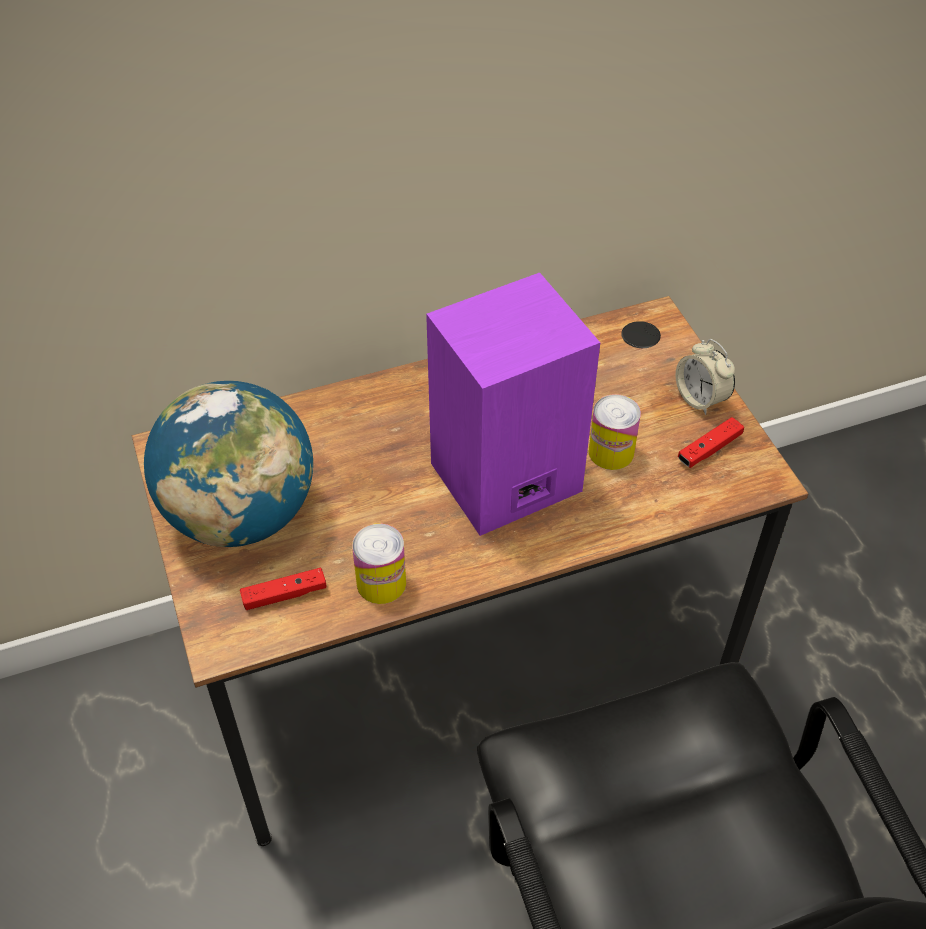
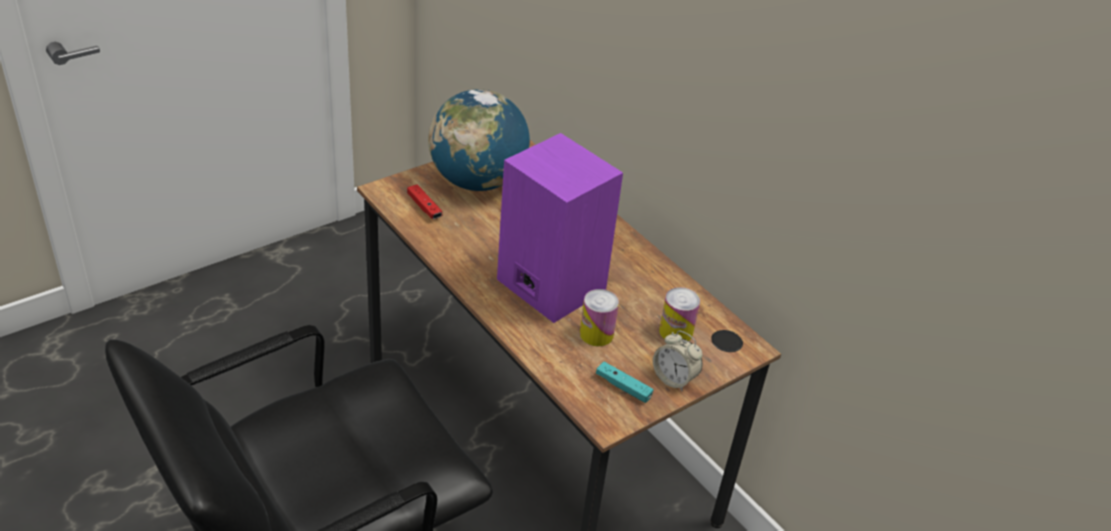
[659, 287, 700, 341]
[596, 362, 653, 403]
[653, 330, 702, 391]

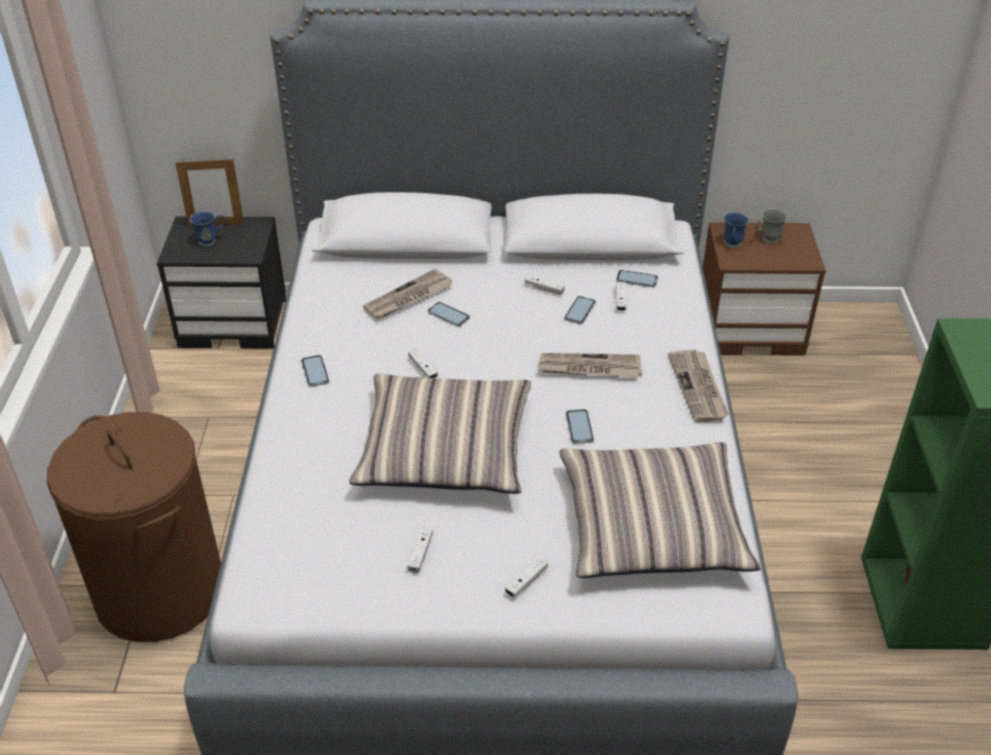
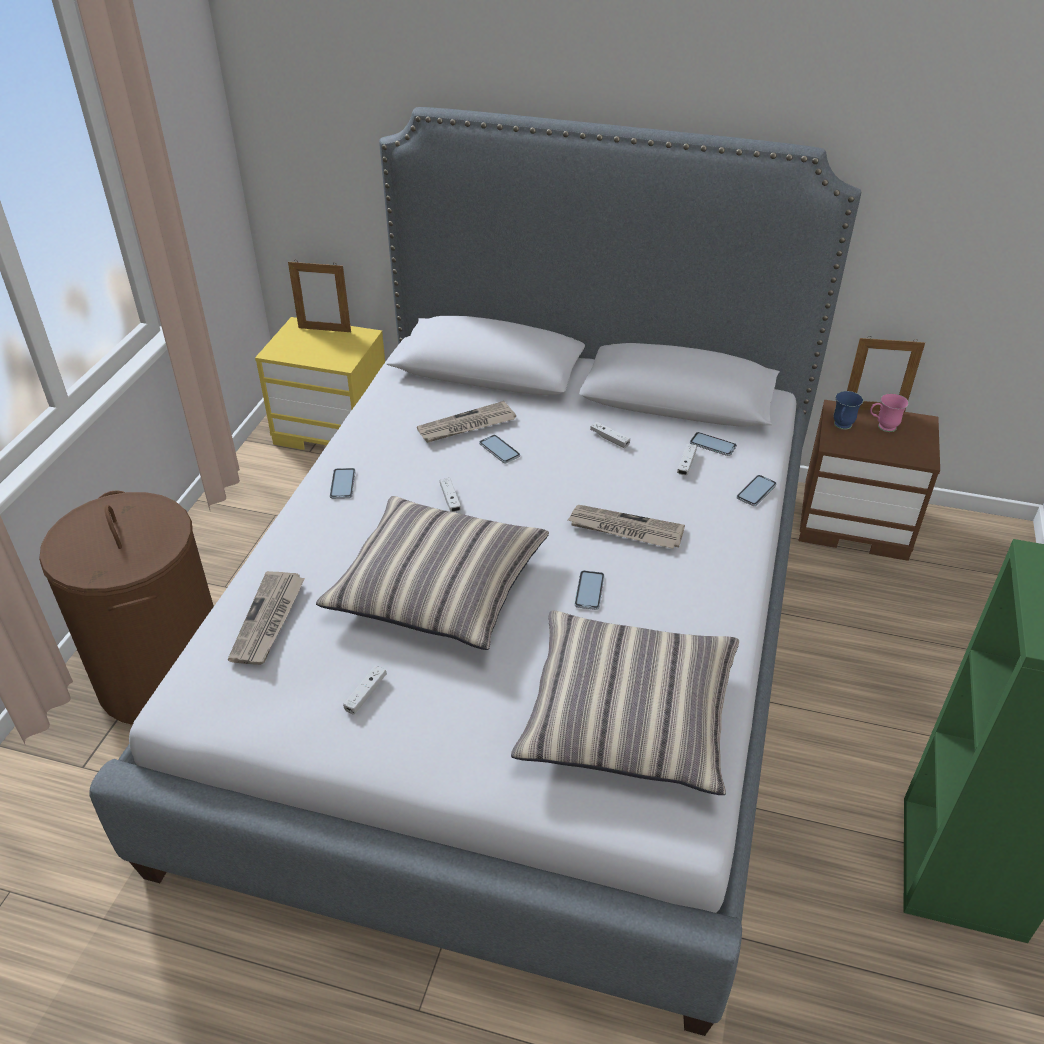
[190, 211, 226, 246] (first image)
[505, 557, 548, 598] (first image)
[847, 336, 925, 413]
[736, 475, 777, 506]
[228, 571, 305, 665]
[255, 317, 385, 450]
[870, 393, 909, 432]

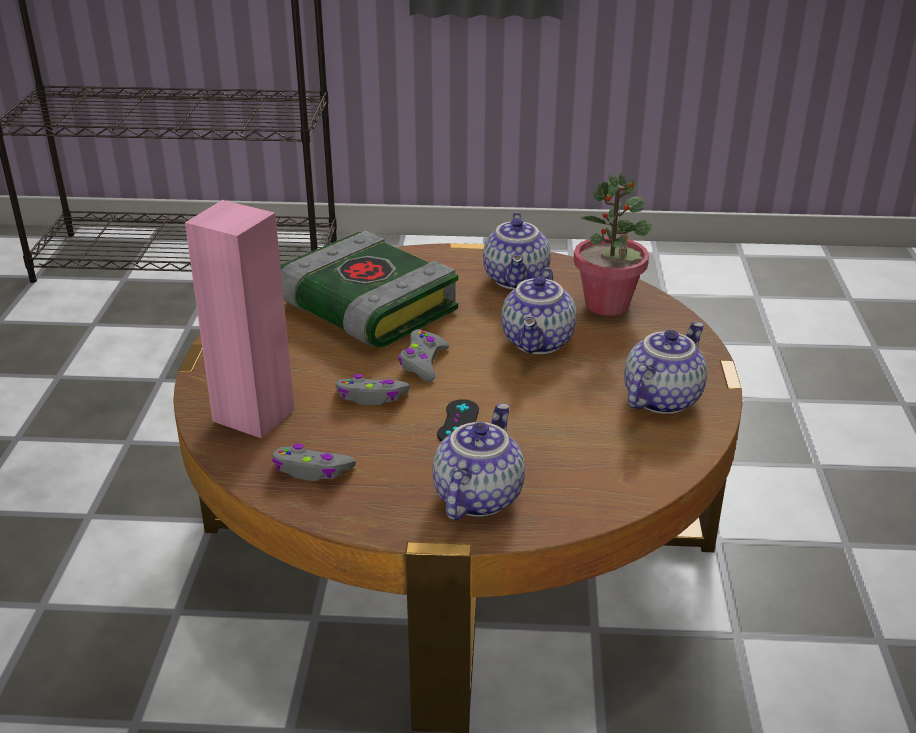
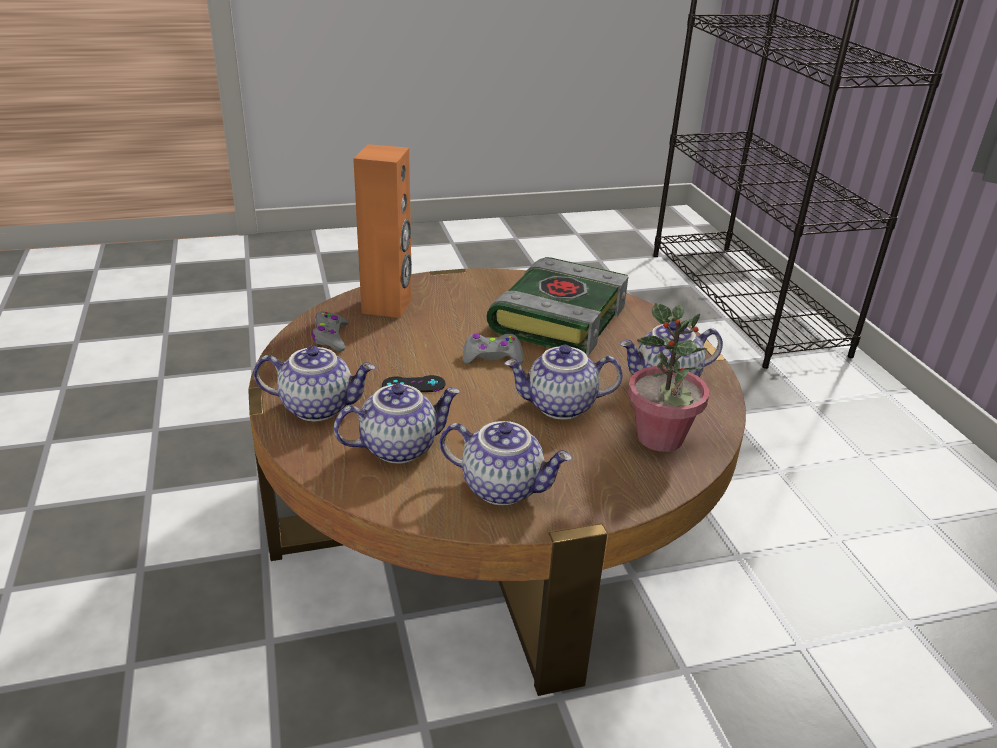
[336, 374, 410, 405] (first image)
[334, 384, 460, 464]
[353, 144, 412, 318]

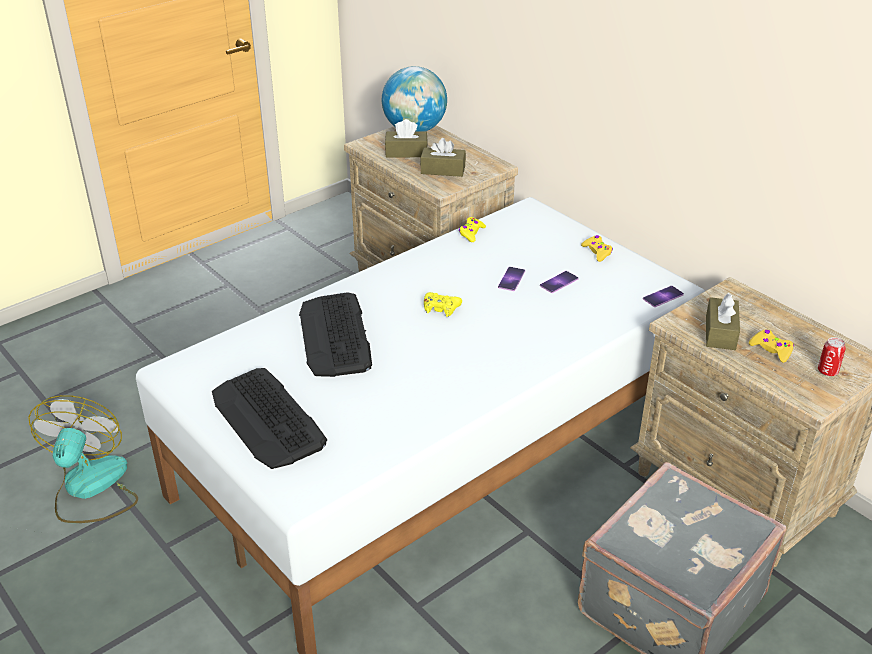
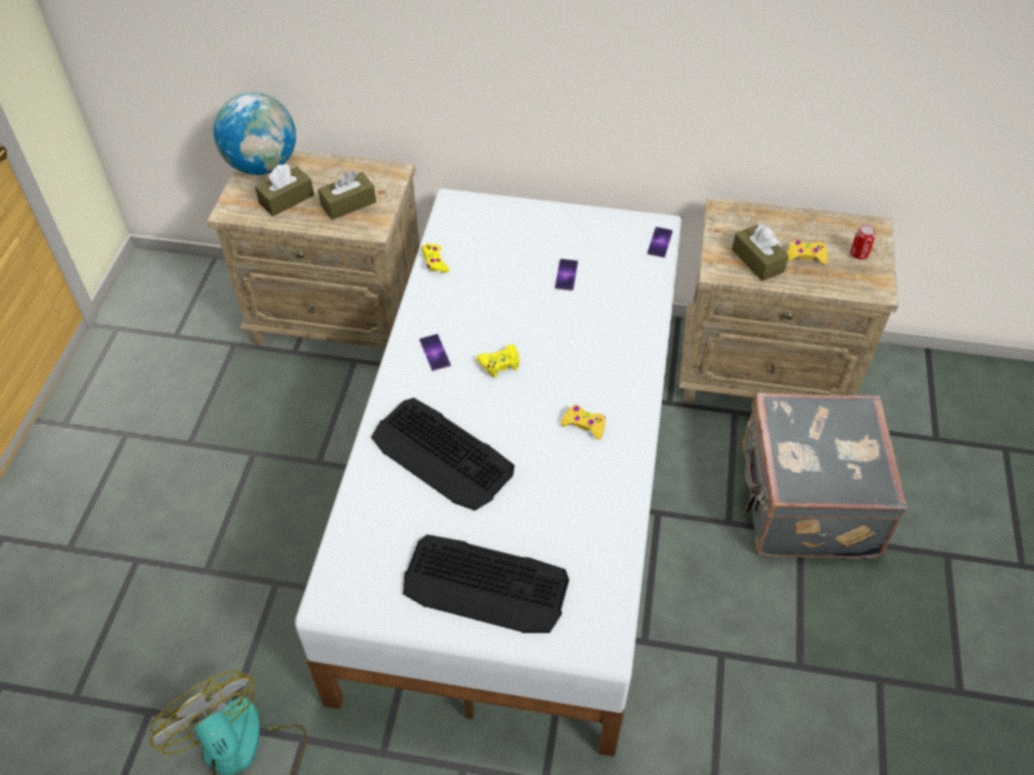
[419, 334, 451, 371]
[561, 405, 605, 440]

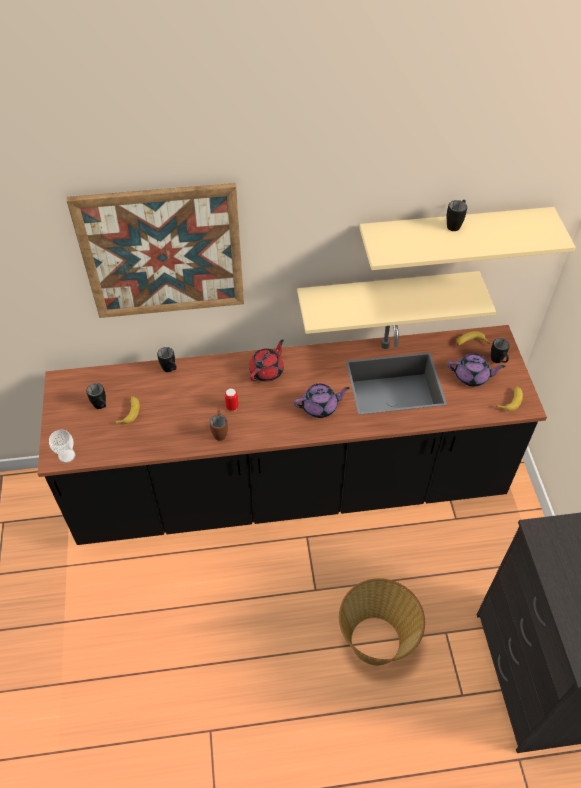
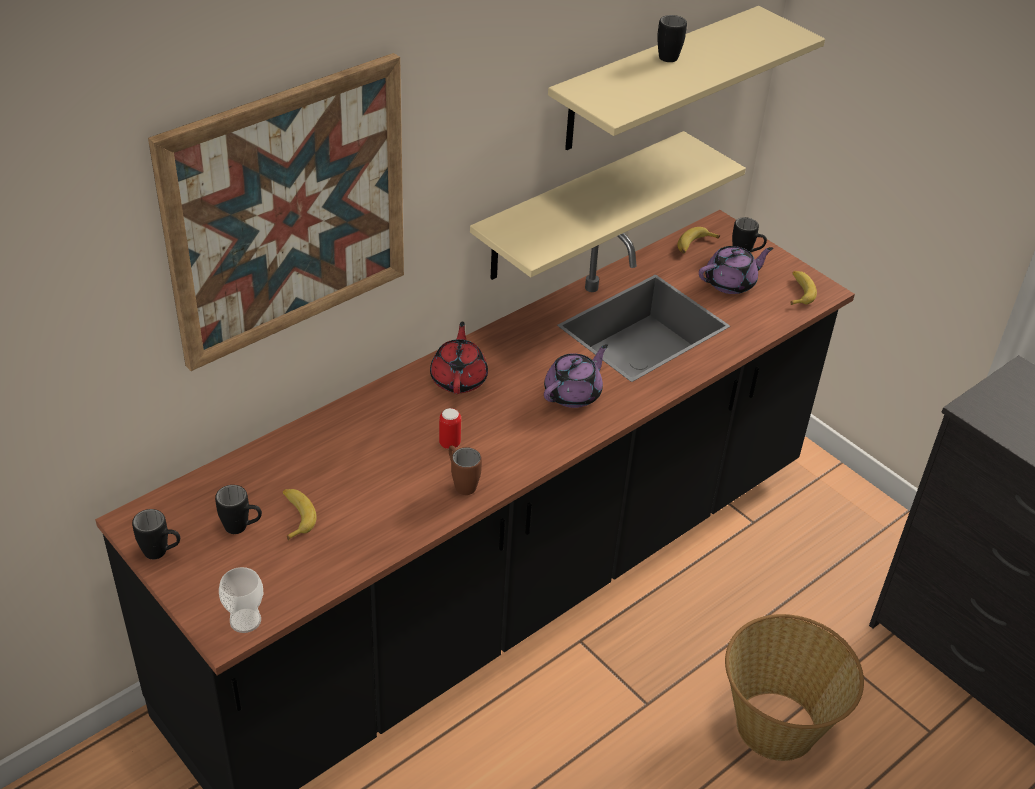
[132, 509, 180, 559]

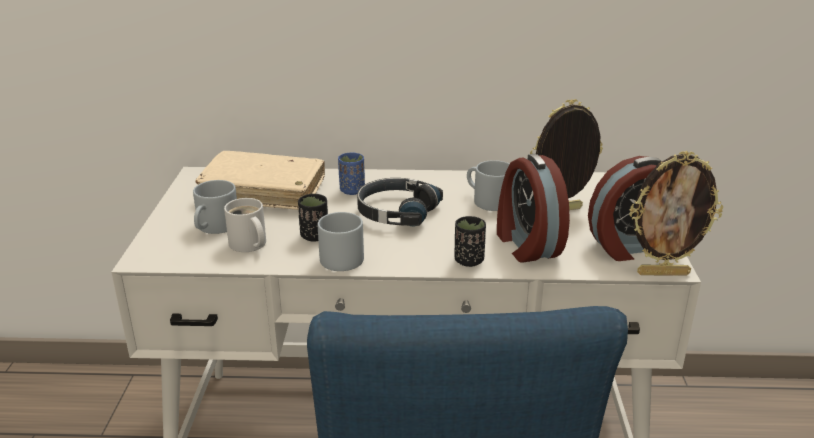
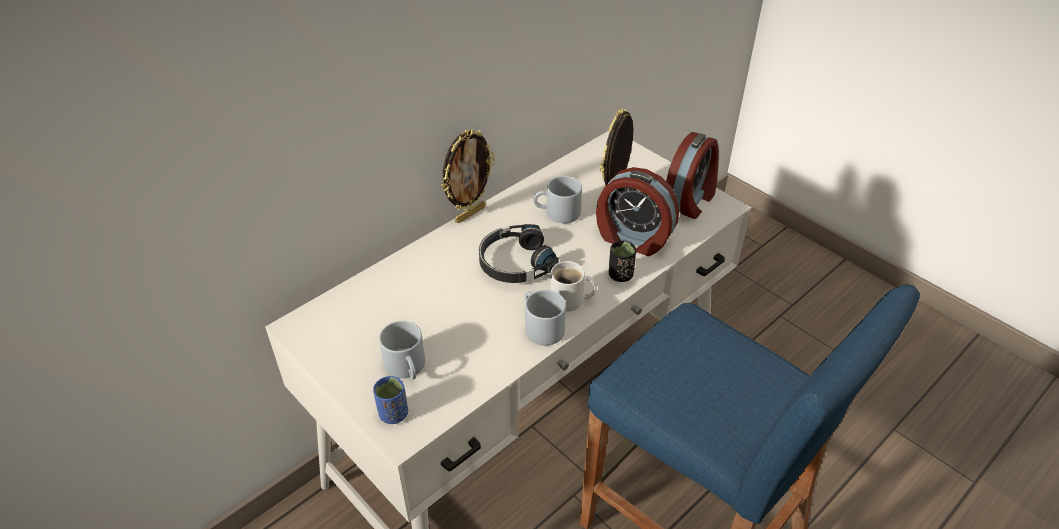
[195, 151, 325, 210] (first image)
[298, 193, 328, 242] (first image)
[550, 261, 597, 311]
[373, 376, 408, 424]
[441, 129, 495, 223]

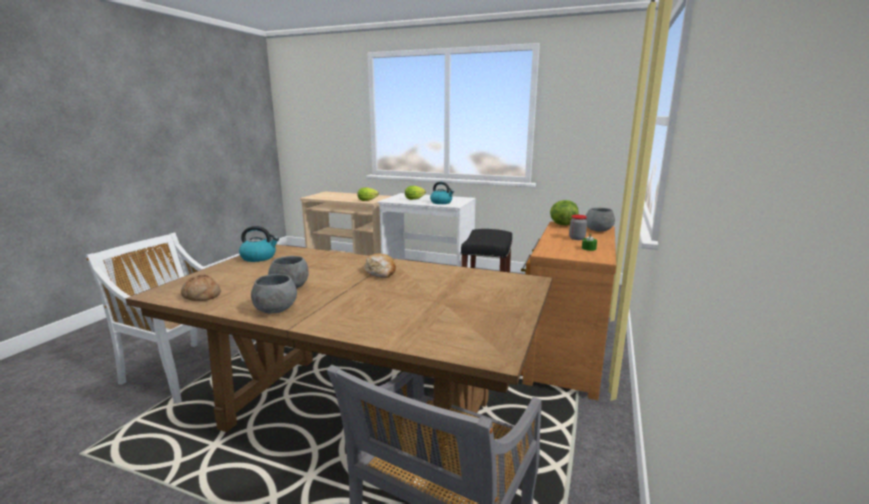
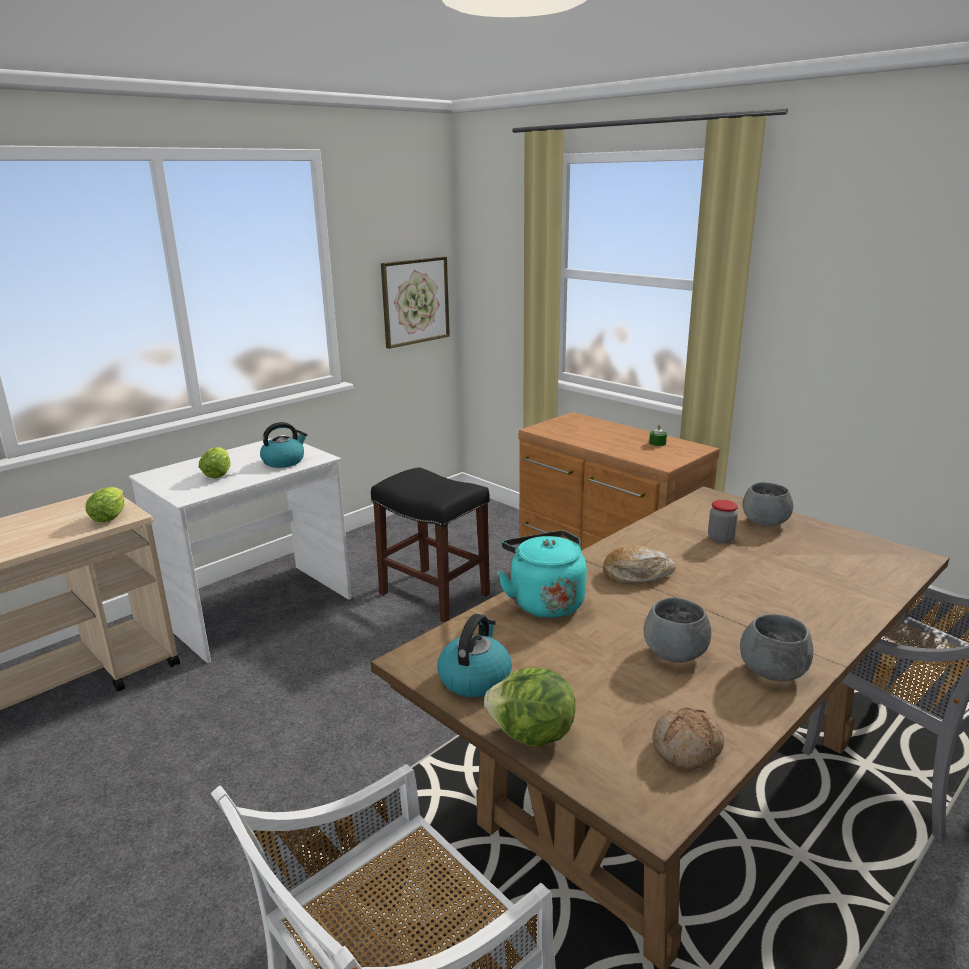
[381, 256, 450, 349]
[498, 531, 587, 618]
[484, 667, 576, 747]
[708, 500, 738, 543]
[742, 482, 793, 527]

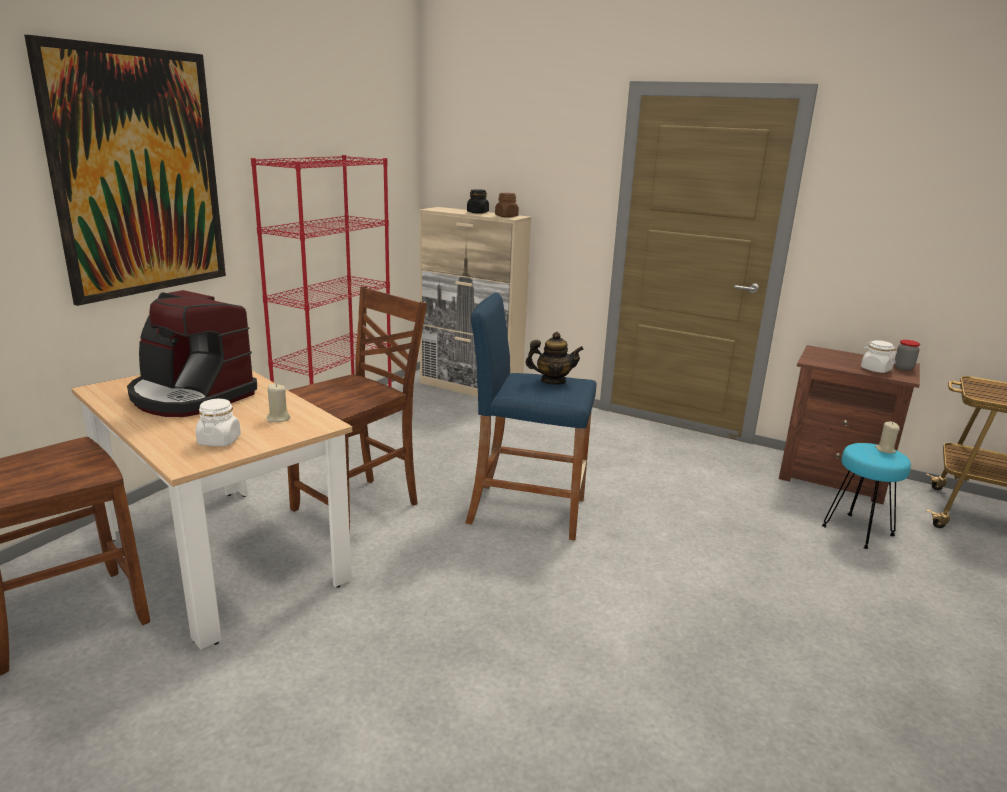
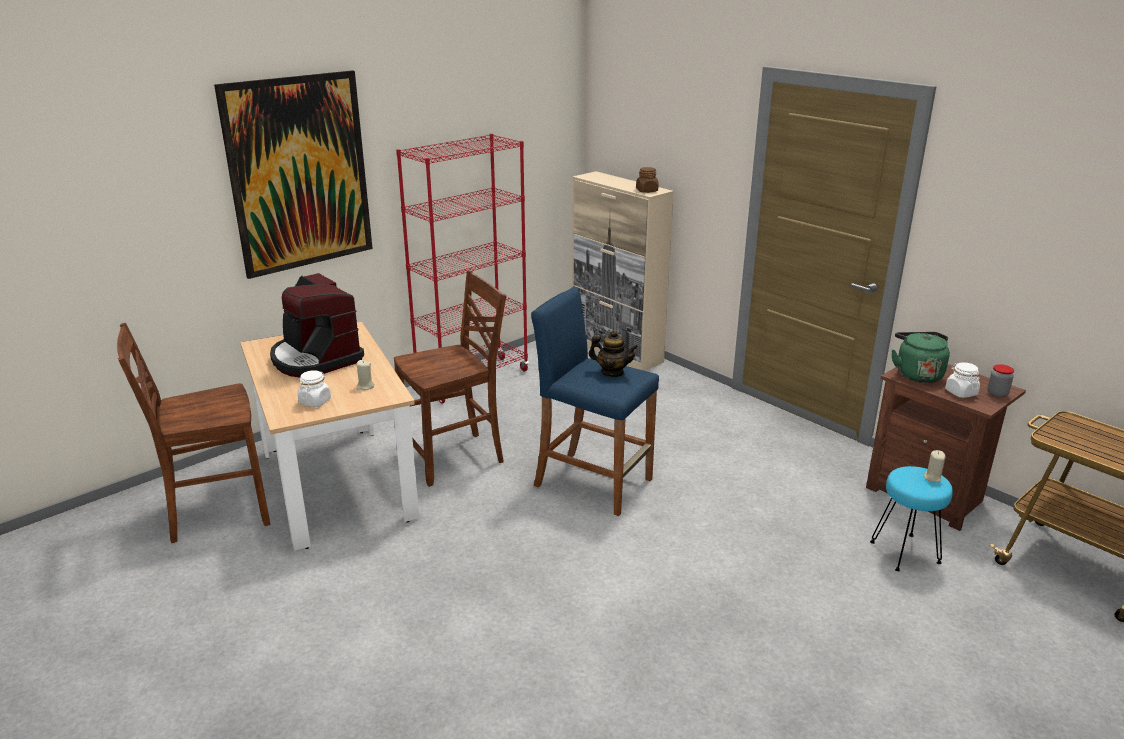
[467, 189, 489, 214] (first image)
[892, 332, 950, 383]

